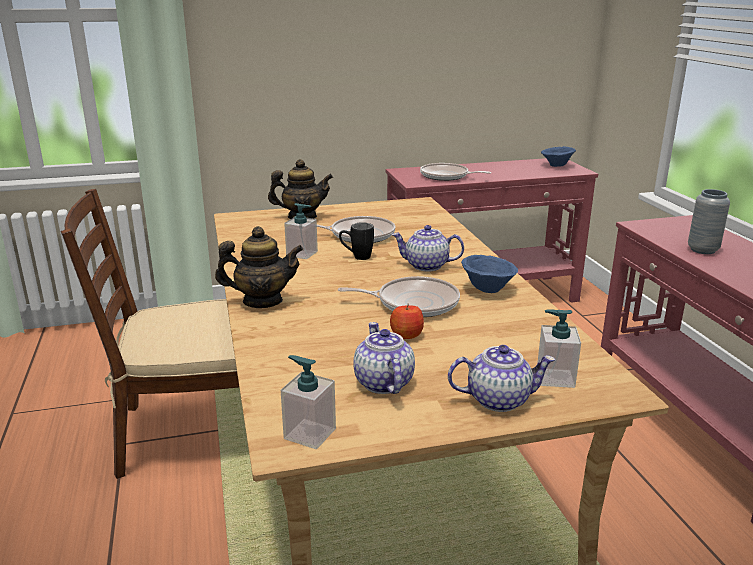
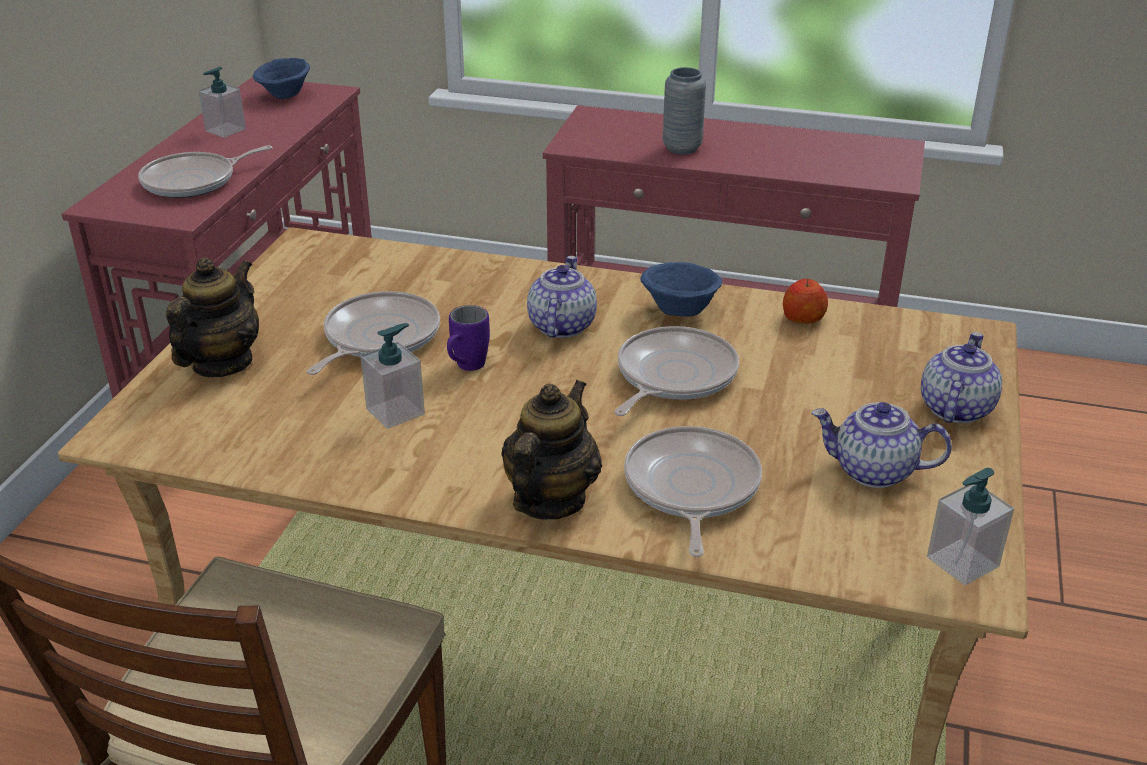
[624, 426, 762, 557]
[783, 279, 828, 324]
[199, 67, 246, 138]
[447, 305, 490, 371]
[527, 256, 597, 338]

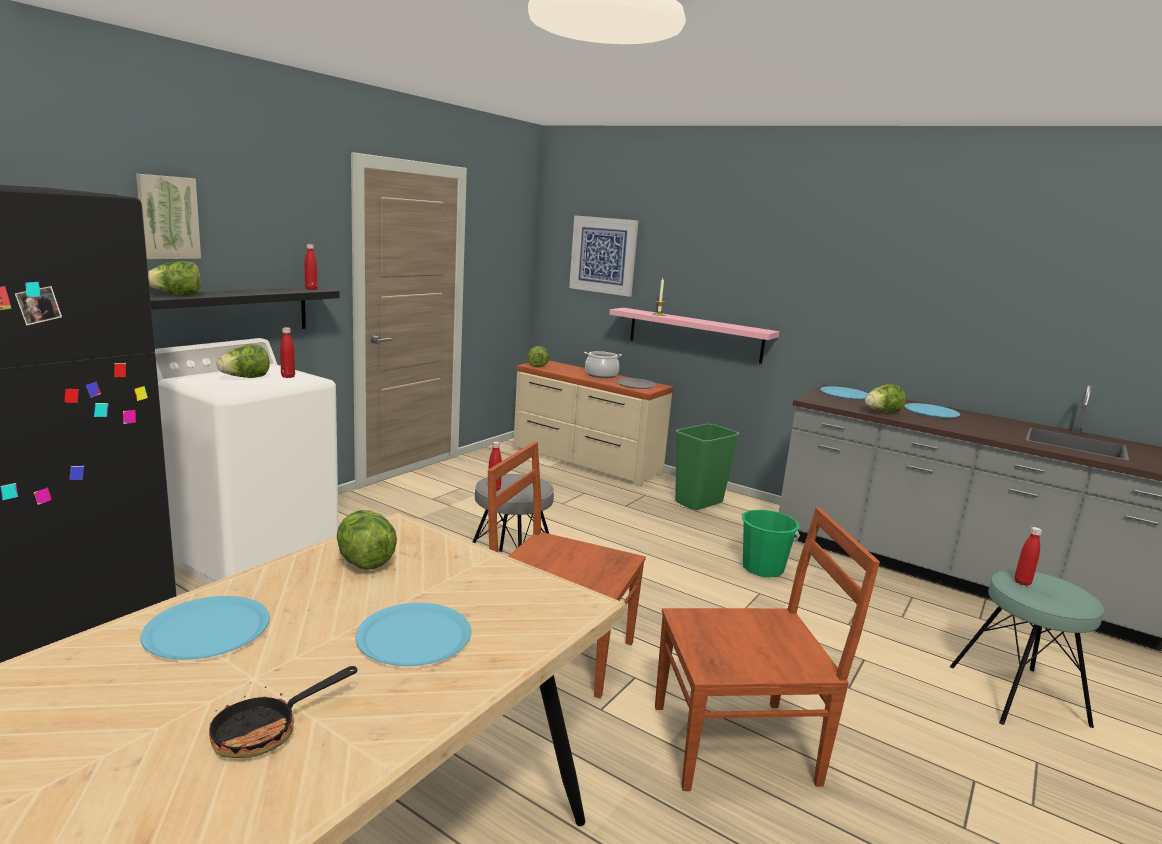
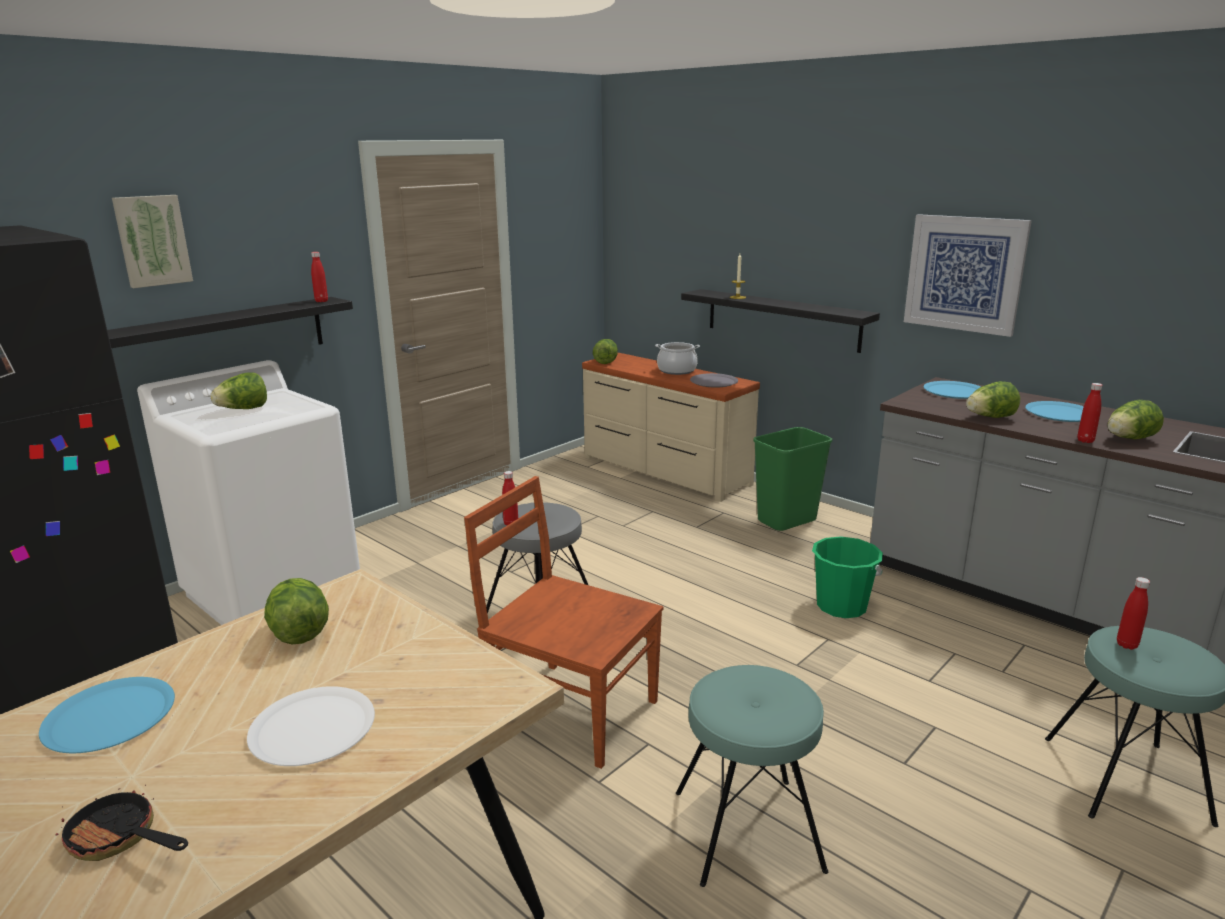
[1107, 400, 1164, 439]
[1077, 383, 1102, 443]
[904, 214, 1032, 337]
[676, 665, 828, 887]
[247, 686, 375, 766]
[681, 289, 880, 353]
[55, 785, 188, 861]

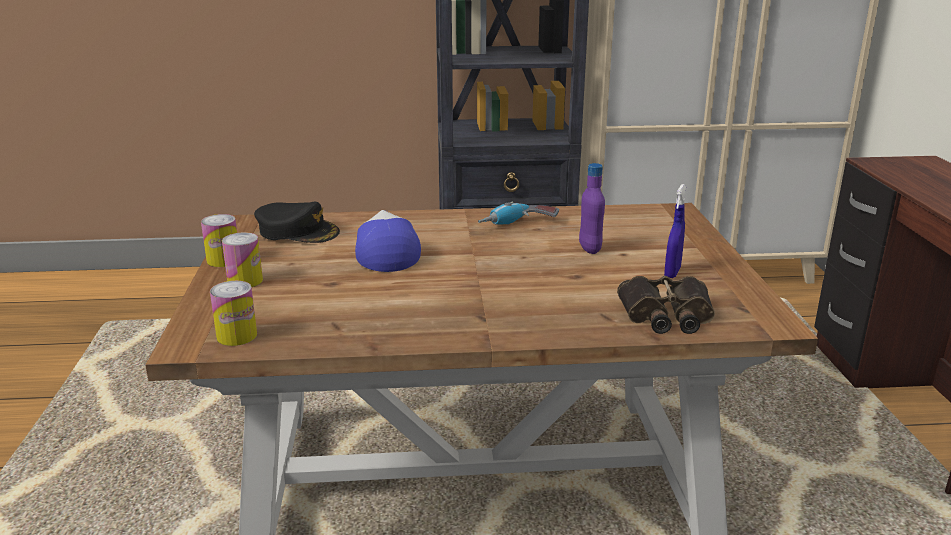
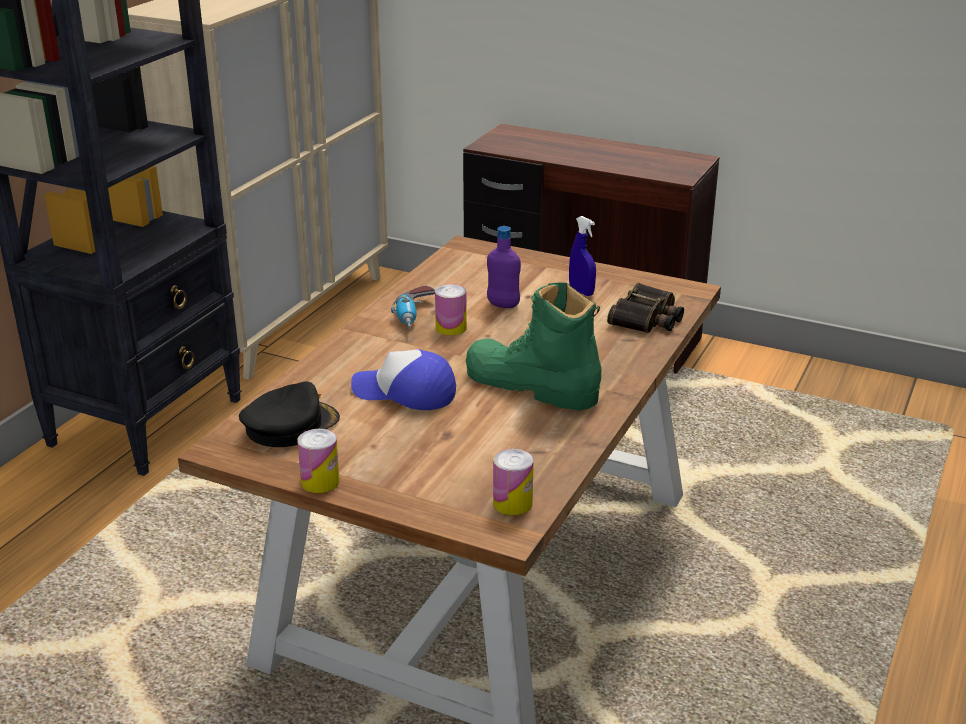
[466, 282, 602, 411]
[435, 284, 467, 336]

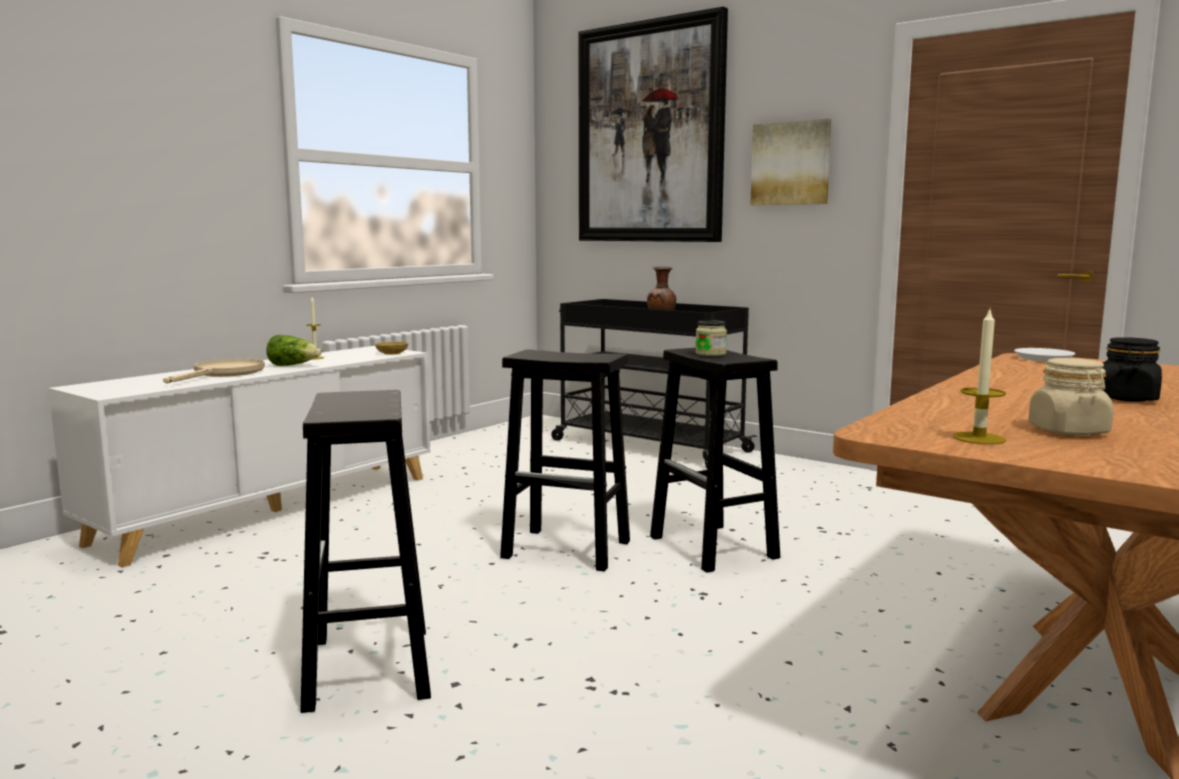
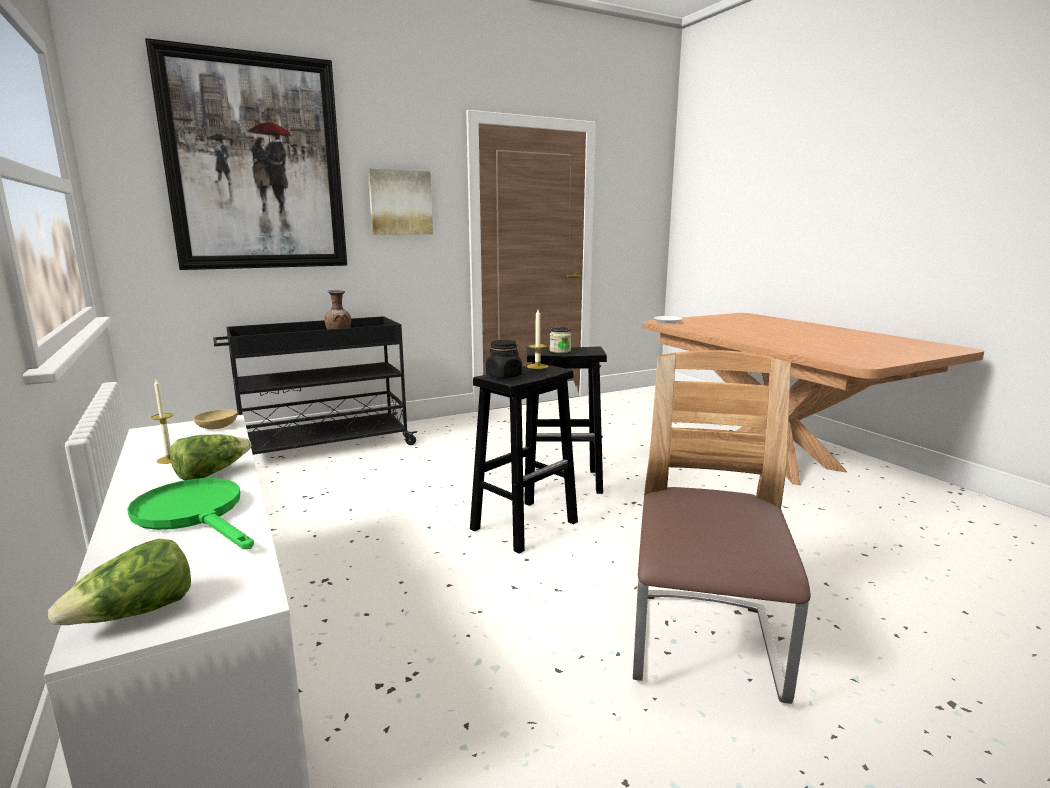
[1028, 358, 1114, 436] (first image)
[48, 539, 191, 625]
[527, 310, 549, 369]
[486, 340, 522, 378]
[633, 350, 811, 704]
[127, 478, 254, 549]

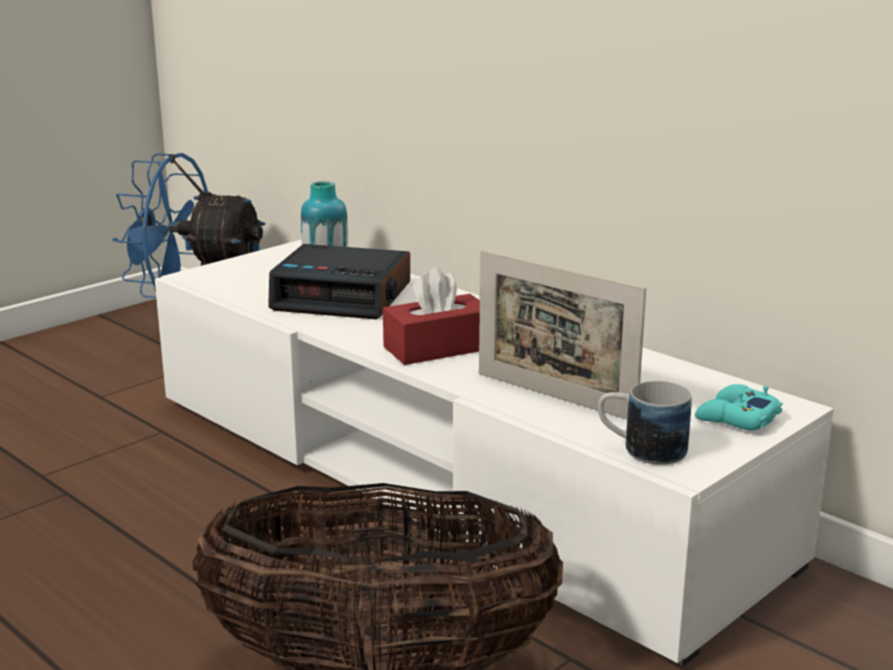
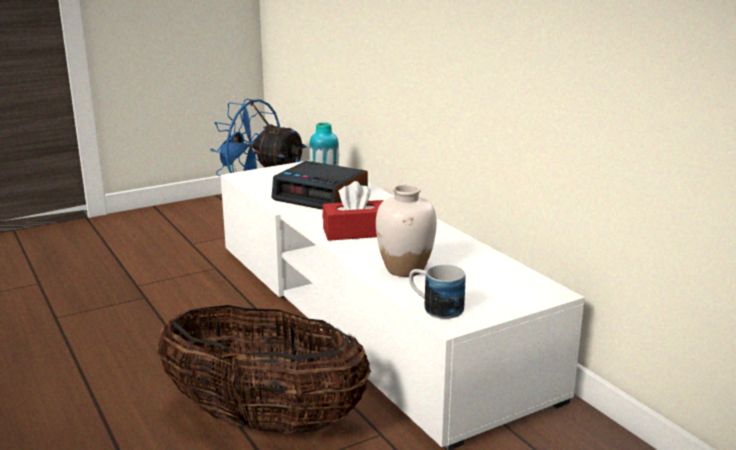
[695, 384, 783, 431] (first image)
[376, 184, 437, 277]

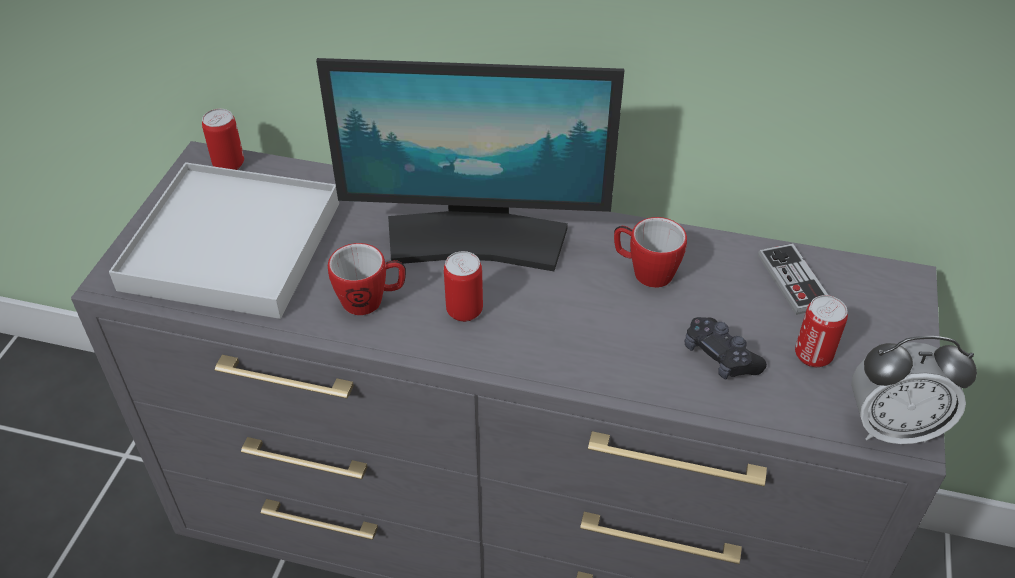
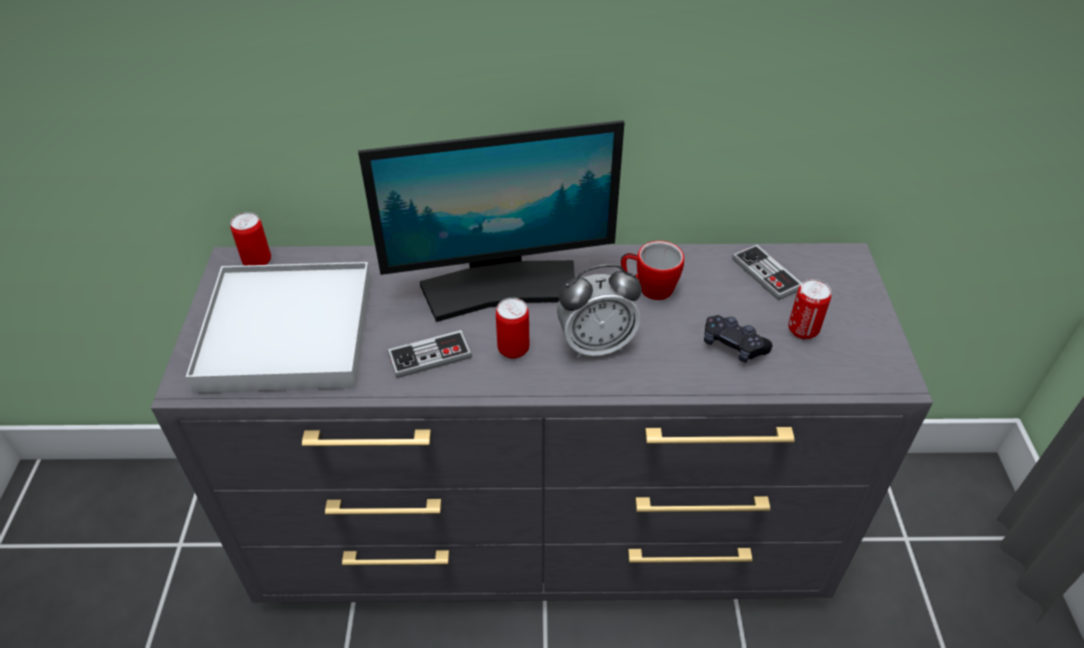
[557, 264, 642, 358]
[388, 330, 472, 378]

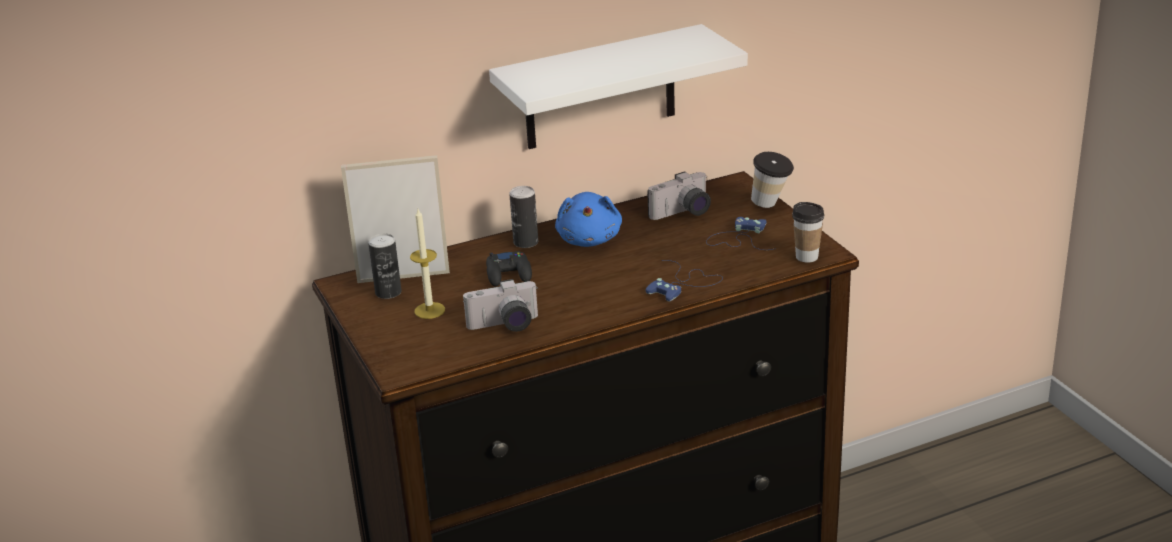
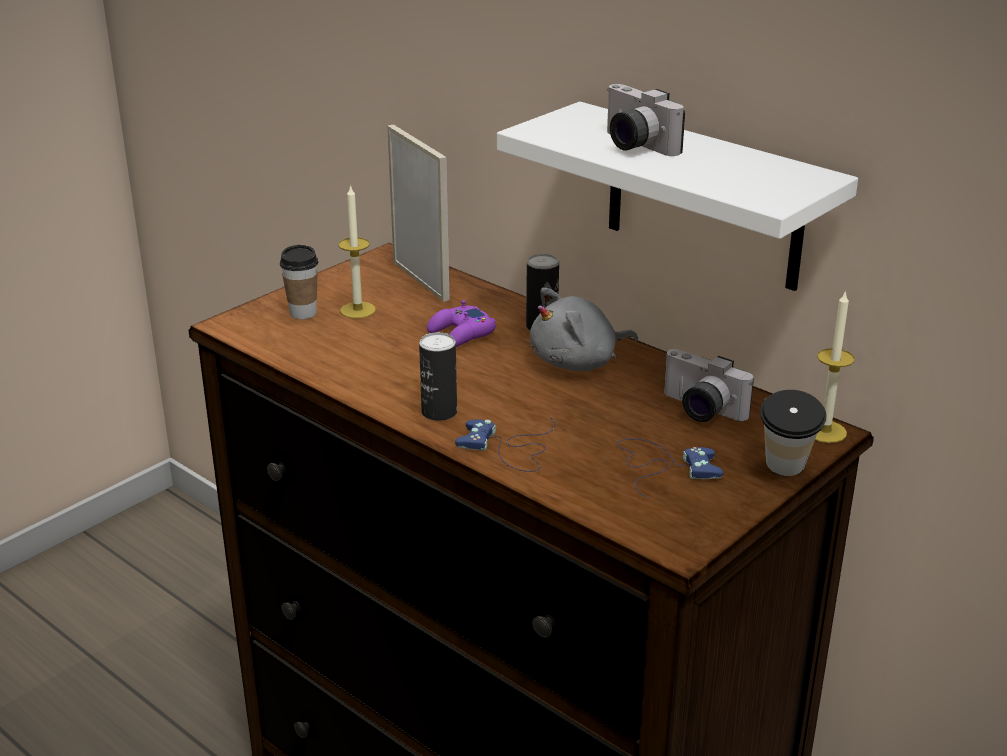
[815, 290, 855, 443]
[419, 332, 457, 421]
[607, 84, 685, 156]
[280, 245, 318, 319]
[427, 300, 496, 347]
[530, 288, 638, 371]

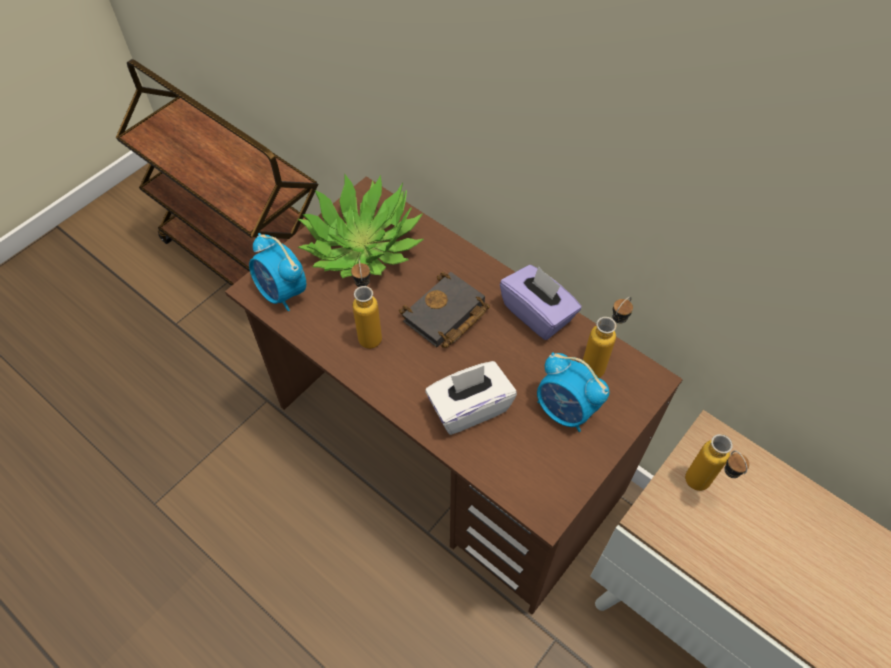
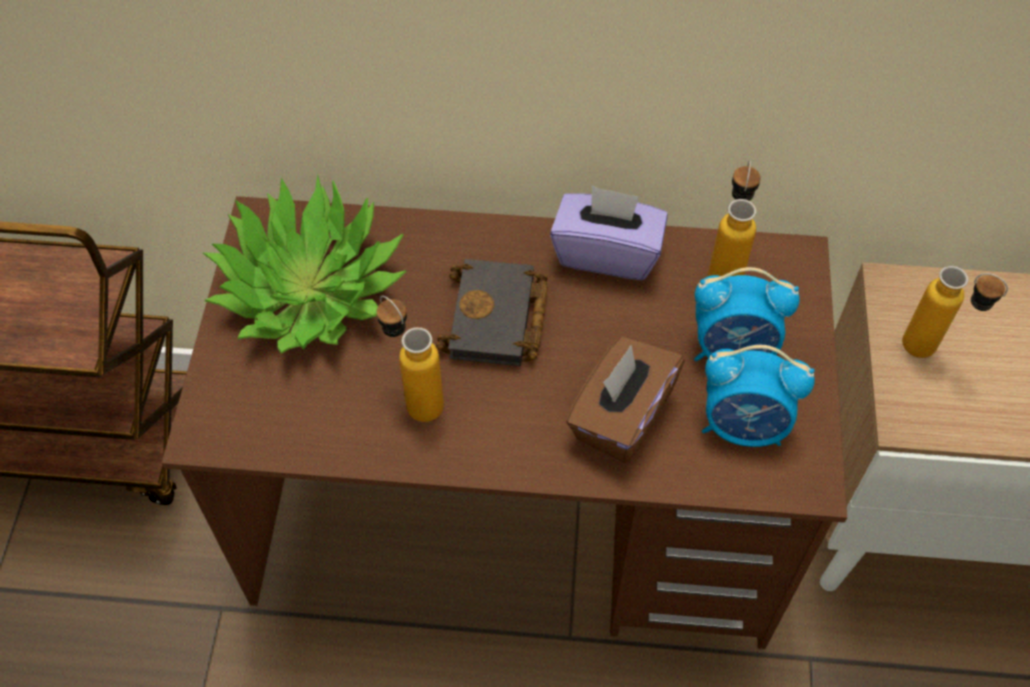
[702, 345, 815, 447]
[566, 337, 685, 463]

